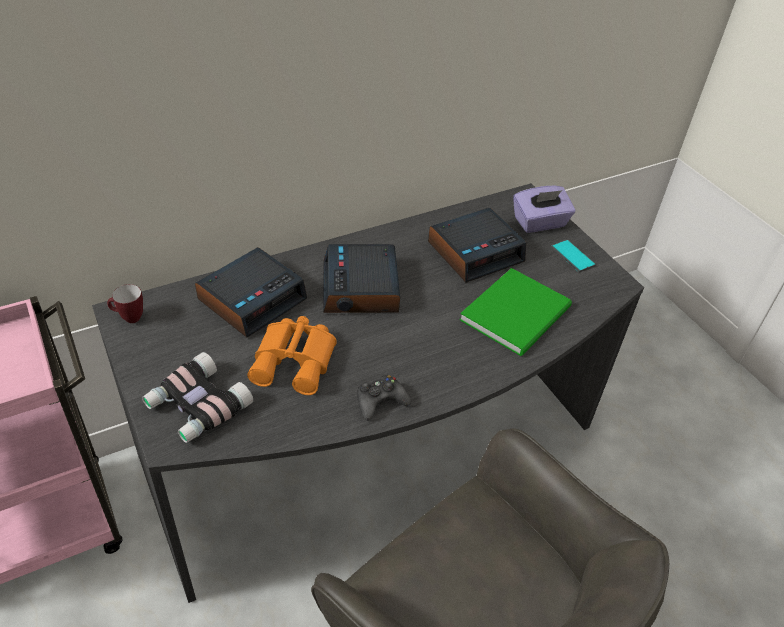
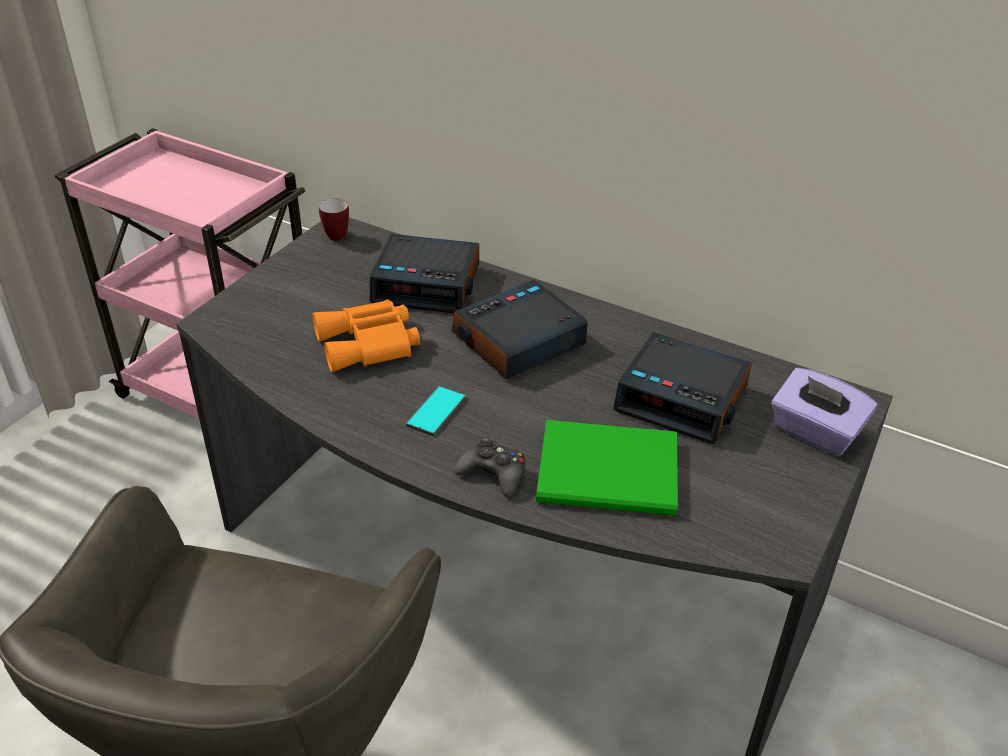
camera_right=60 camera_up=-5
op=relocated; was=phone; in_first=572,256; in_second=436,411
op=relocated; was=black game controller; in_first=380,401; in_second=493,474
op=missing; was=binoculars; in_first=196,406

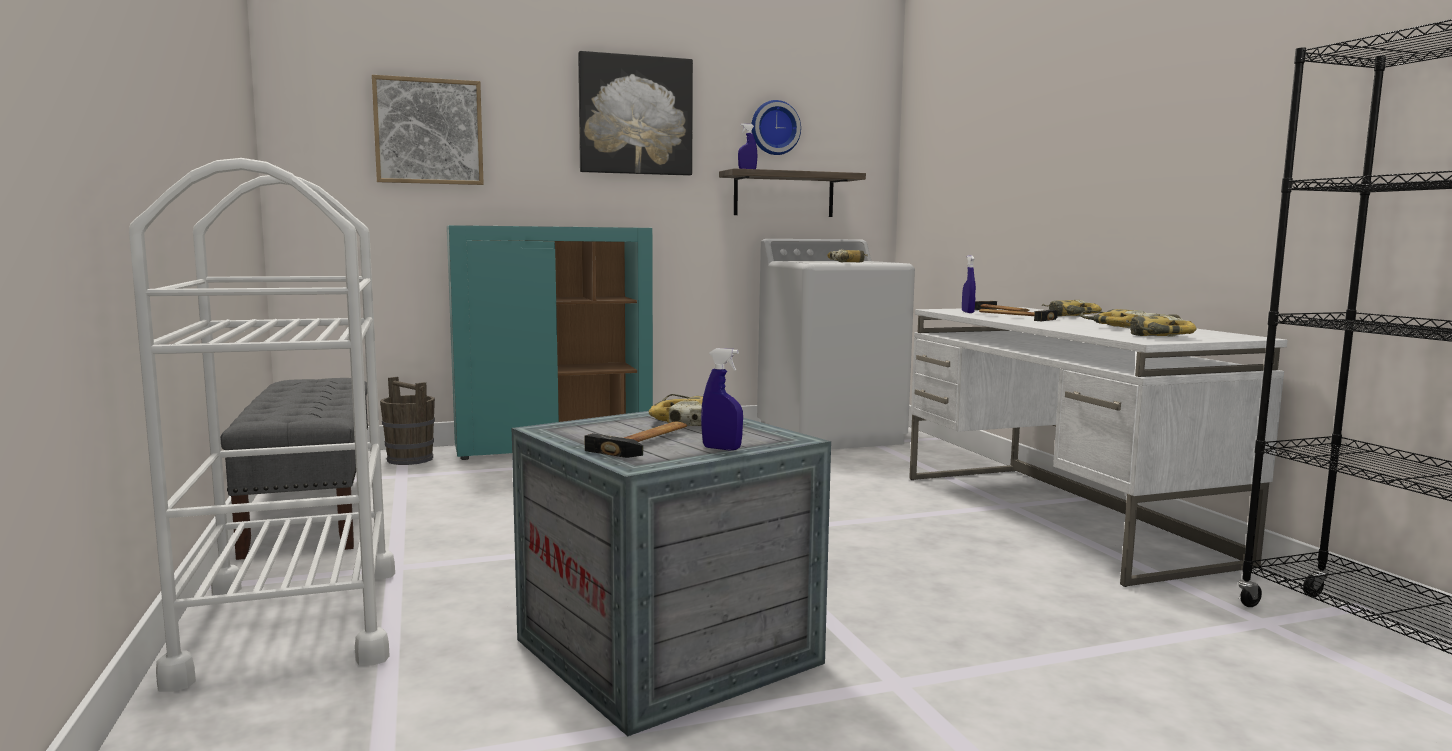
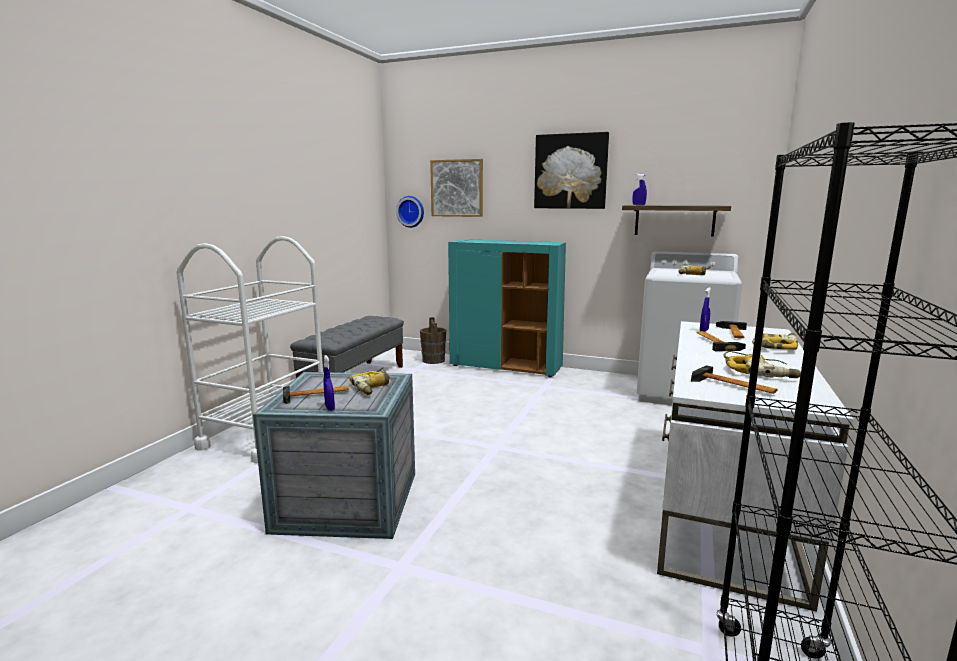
camera_right=40 camera_up=5
op=relocated; was=wall clock; in_first=774,128; in_second=411,211
op=exchanged; was=power drill; now=hammer; in_first=1154,335; in_second=733,386

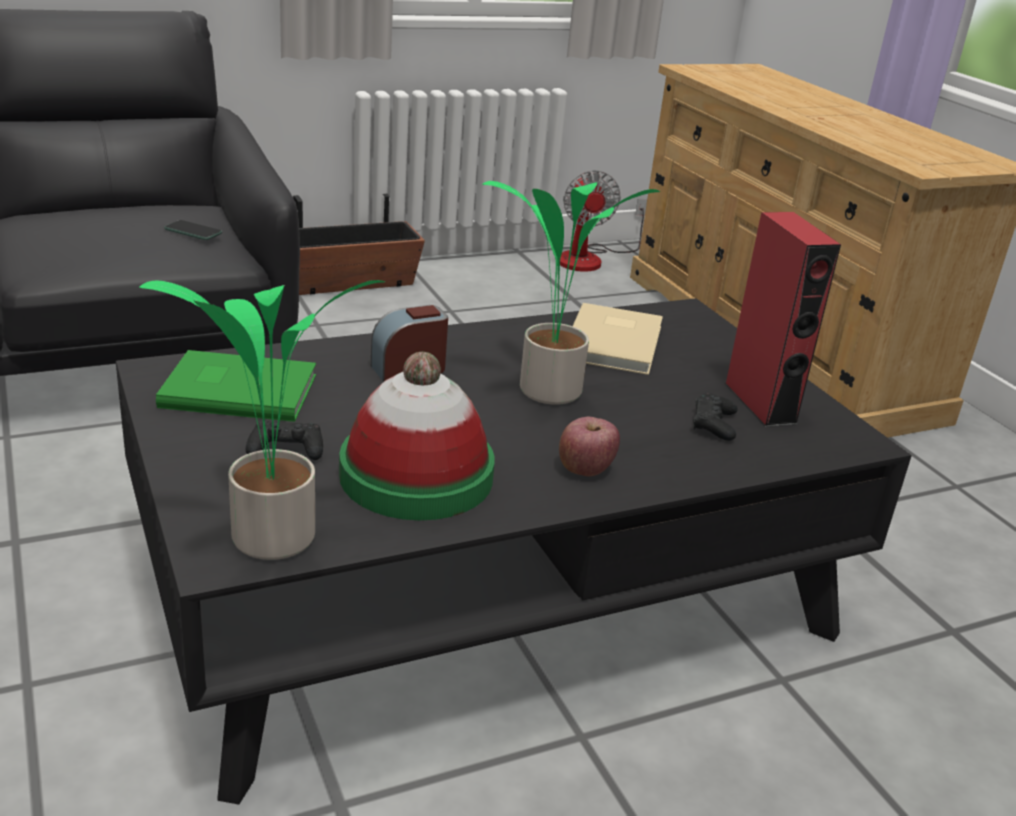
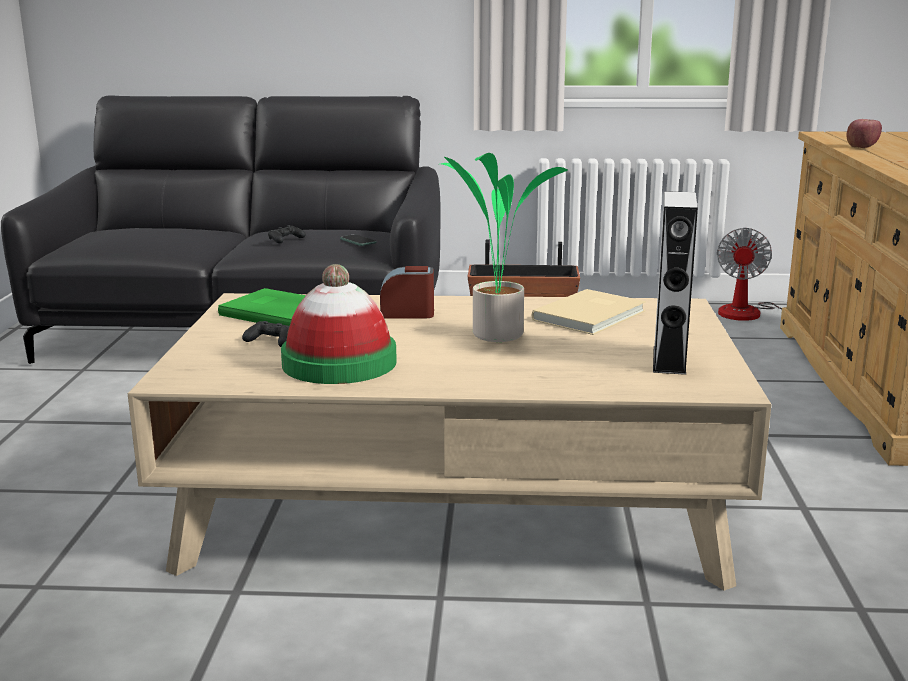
camera_right=30 camera_up=-10
op=colour; was=black coffee table; now=beige coffee table; in_first=488,588; in_second=452,501
op=relocated; was=black game controller; in_first=713,424; in_second=285,239
op=colour; was=red speaker; now=grey speaker; in_first=760,403; in_second=669,359
op=relocated; was=apple; in_first=585,469; in_second=861,147
op=missing; was=potted plant; in_first=268,541

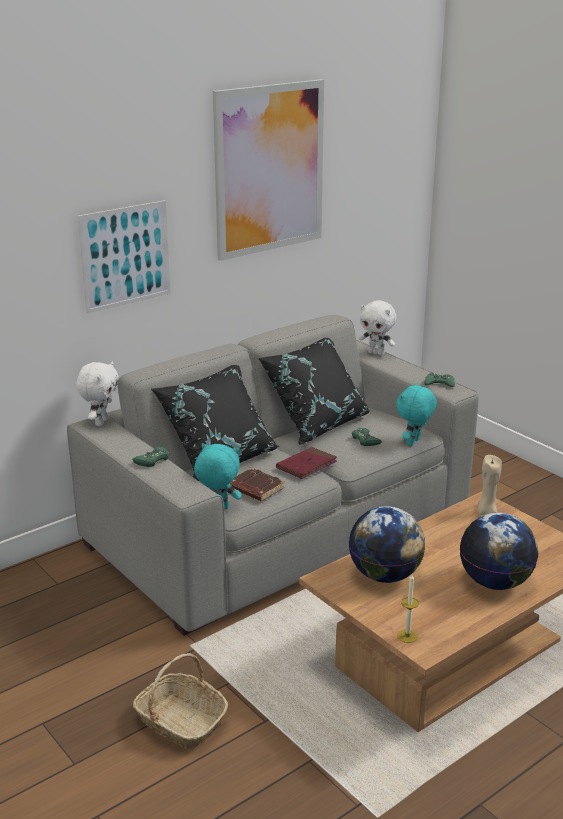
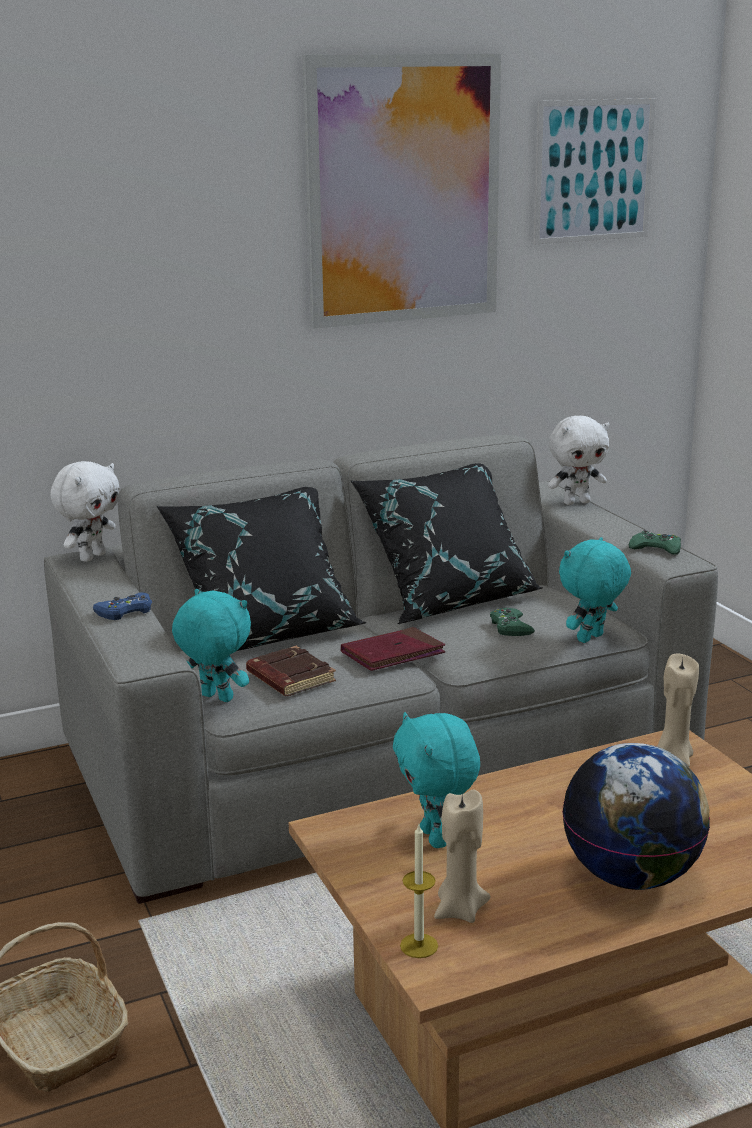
camera_right=15 camera_up=-5
op=colour; was=green game controller; now=blue game controller; in_first=152,460; in_second=125,611
op=exchanged; was=globe; now=turquoise plush toy; in_first=385,575; in_second=436,838
op=appeared; now=beige candle; in_second=459,910
op=relocated; was=picture; in_first=125,256; in_second=594,171
op=spun; was=white plush toy; in_first=376,353; in_second=576,502; clockwise=-60

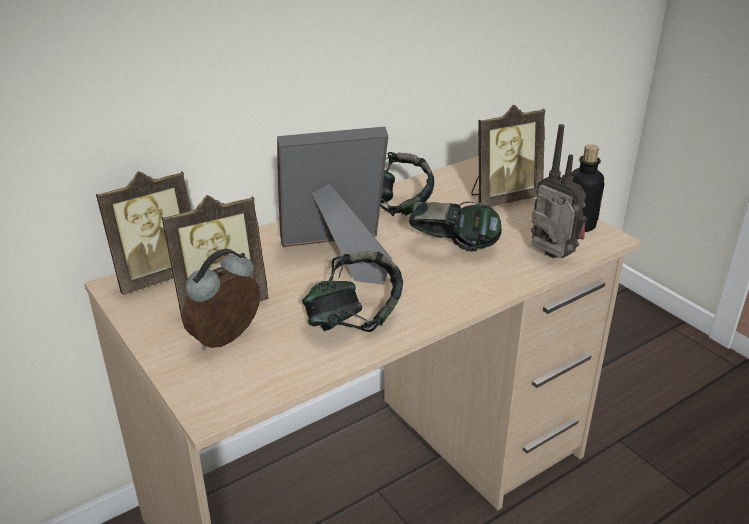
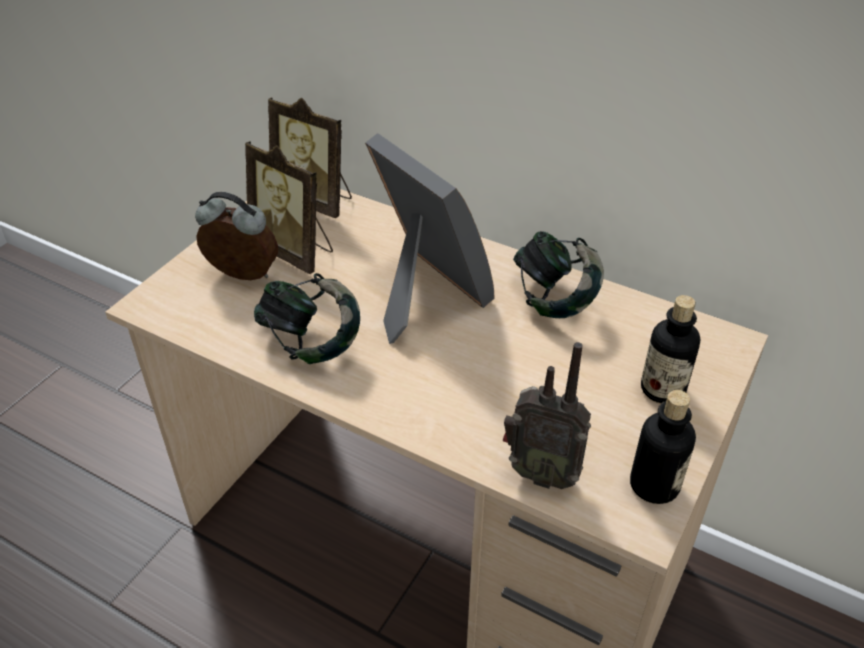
camera_right=65 camera_up=10
op=spun; was=radio; in_first=550,258; in_second=541,472; clockwise=90
op=exchanged; was=picture frame; now=bottle; in_first=502,198; in_second=662,389
op=missing; was=headphones; in_first=453,249

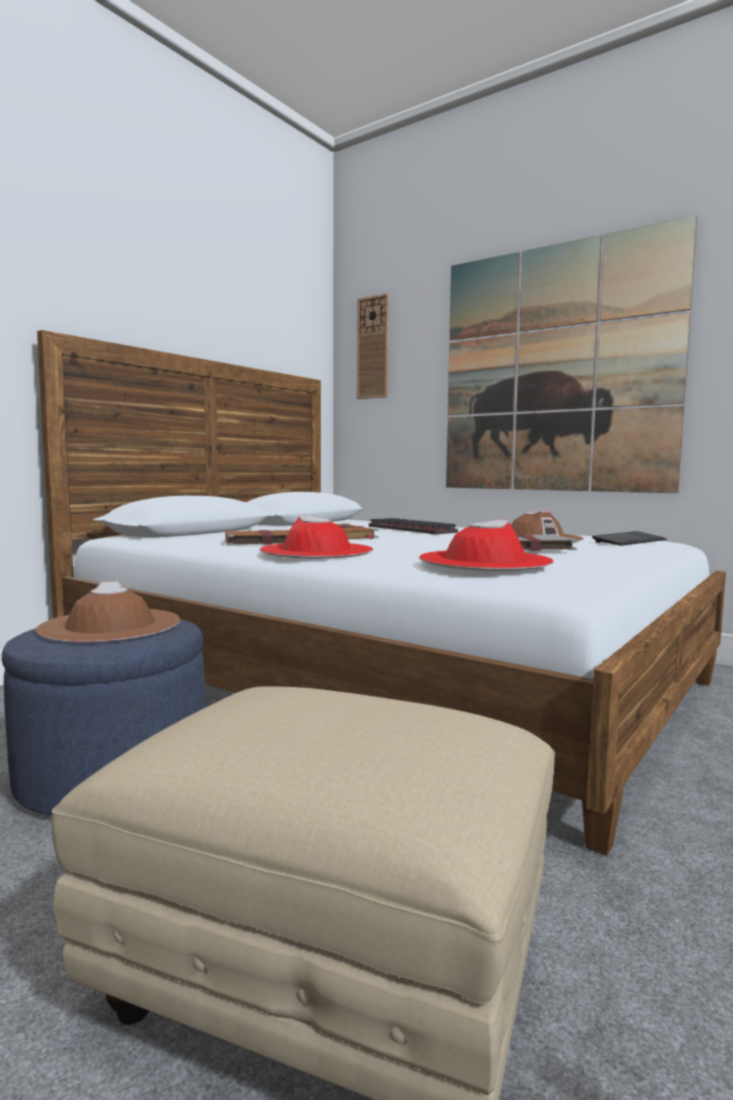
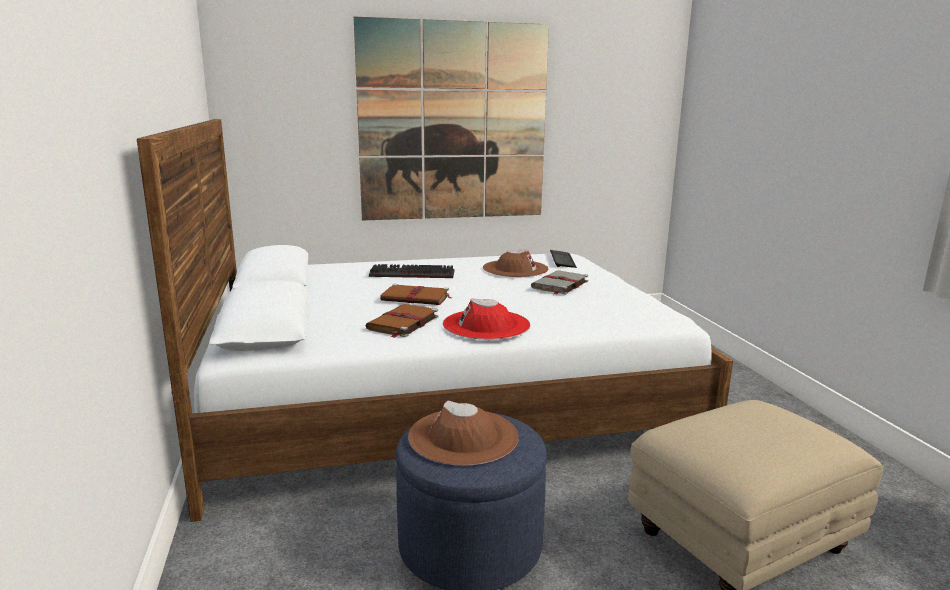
camera_right=-50 camera_up=10
op=missing; was=wall clock; in_first=373,348
op=missing; was=red hat; in_first=484,561

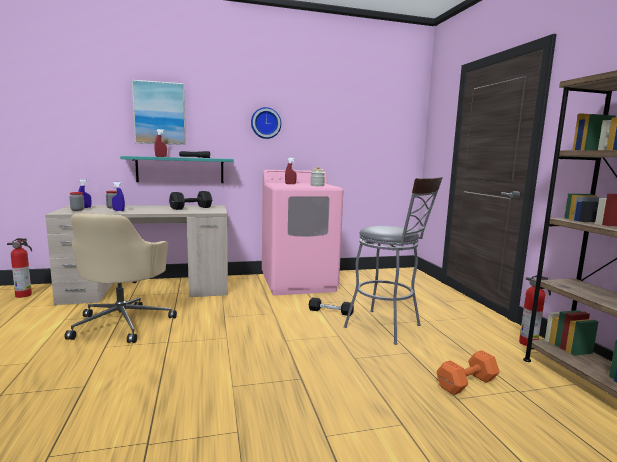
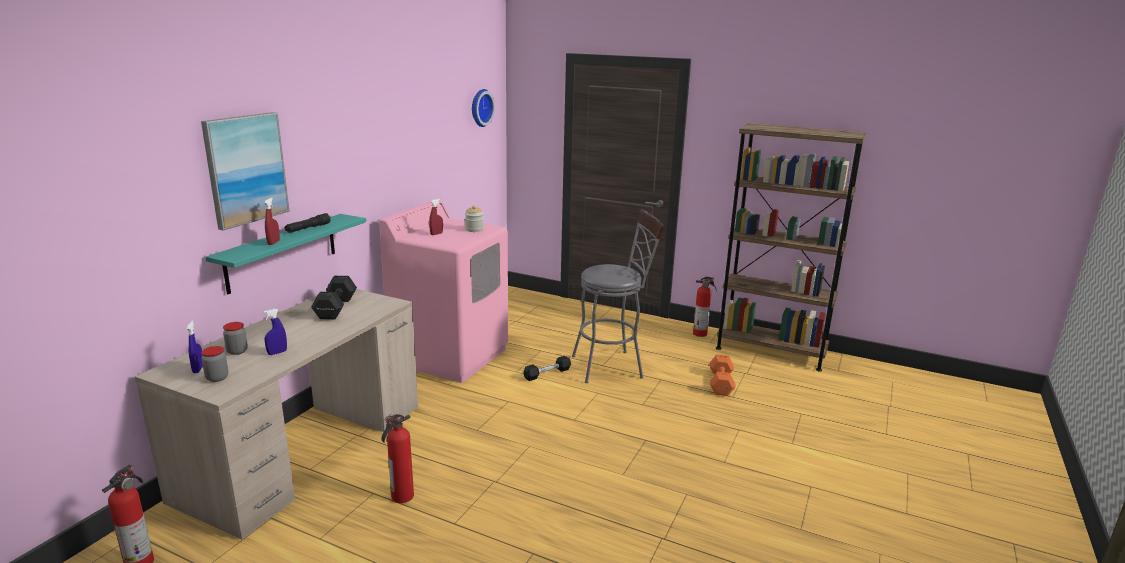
camera_right=-50 camera_up=10
op=exchanged; was=beige office chair; now=fire extinguisher; in_first=123,323; in_second=401,497
op=relocated; was=wall clock; in_first=265,123; in_second=480,107

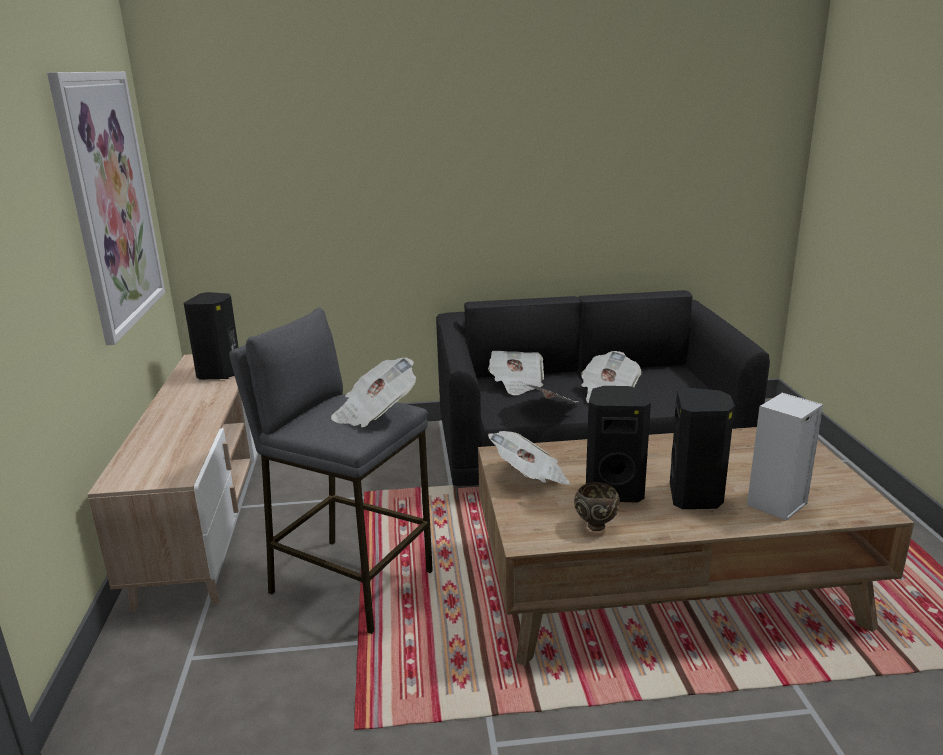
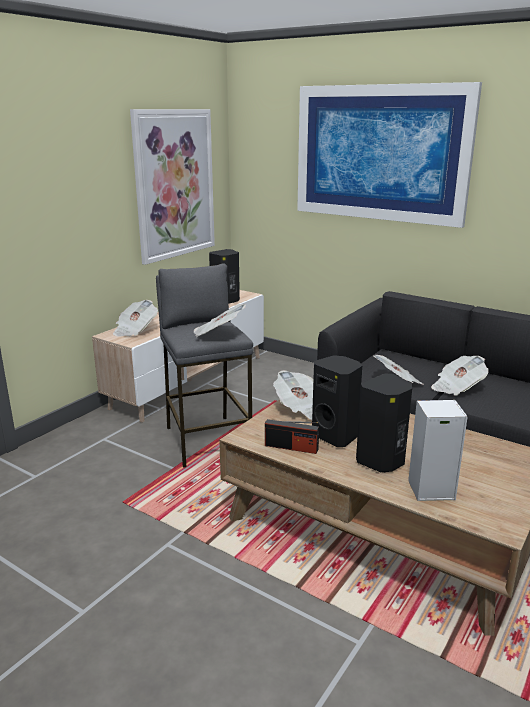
camera_right=40 camera_up=0
op=relocated; was=newspaper; in_first=516,383; in_second=135,330
op=exchanged; was=brown bowl; now=radio; in_first=595,525; in_second=291,447
op=appeared; now=picture; in_second=380,153

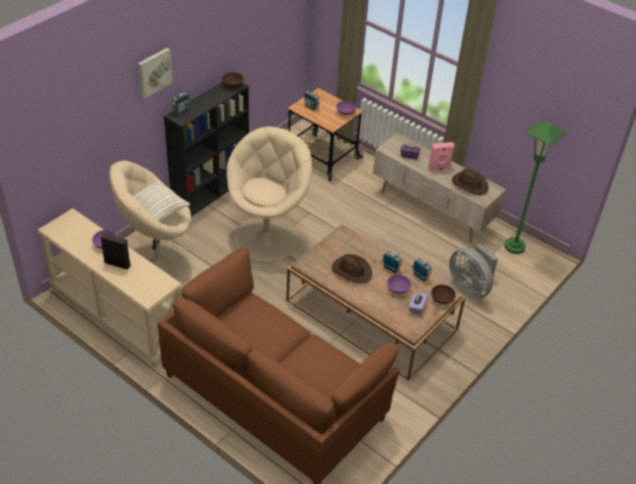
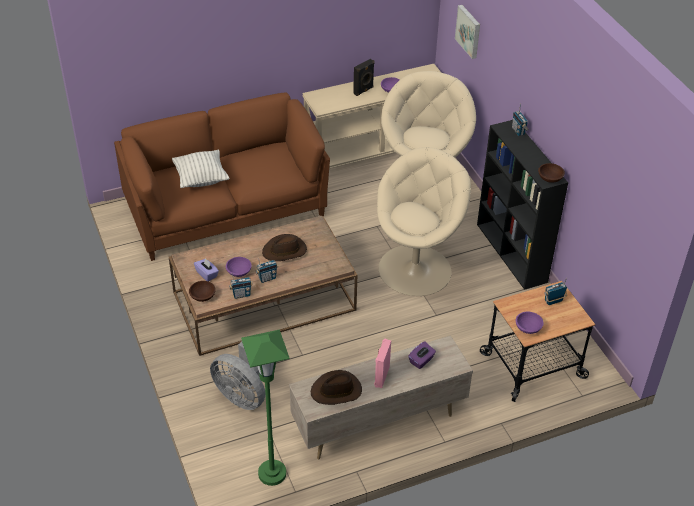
camera_right=120 camera_up=0
op=relocated; was=pillow; in_first=157,212; in_second=201,179
op=spun; was=grey fan; in_first=470,287; in_second=243,395; clockwise=-135
op=spun; was=beige armchair; in_first=267,238; in_second=416,269; clockwise=-105
op=relocated; was=picture; in_first=153,72; in_second=469,31

